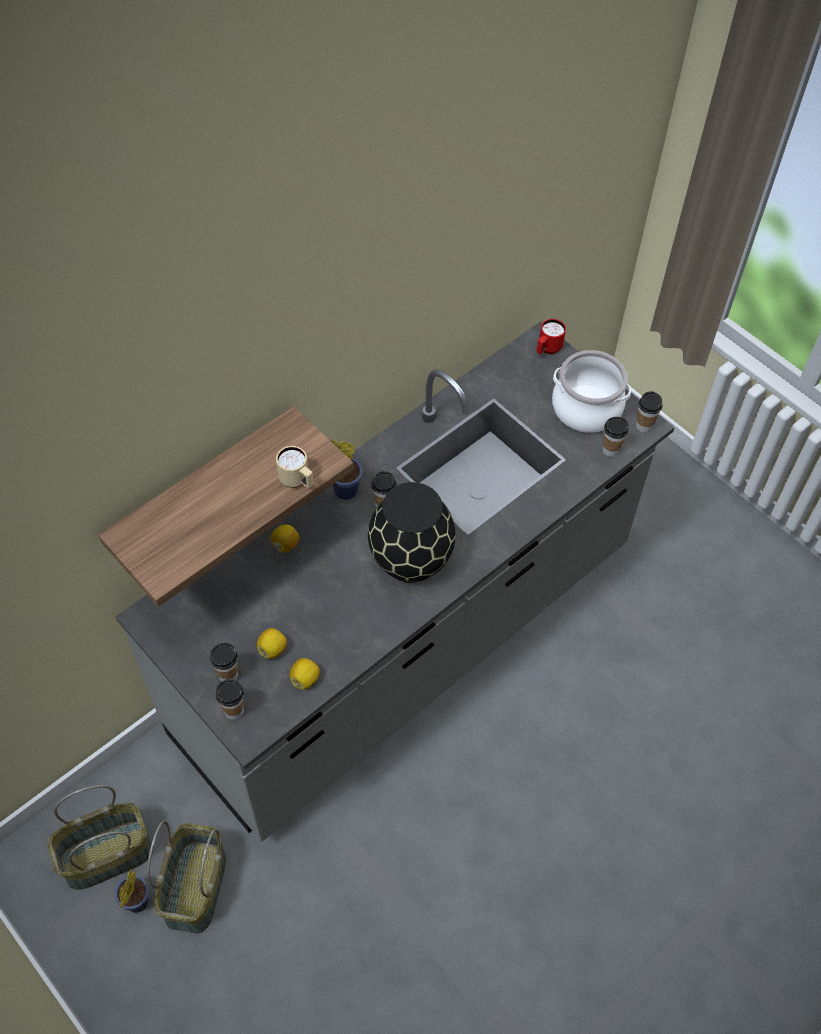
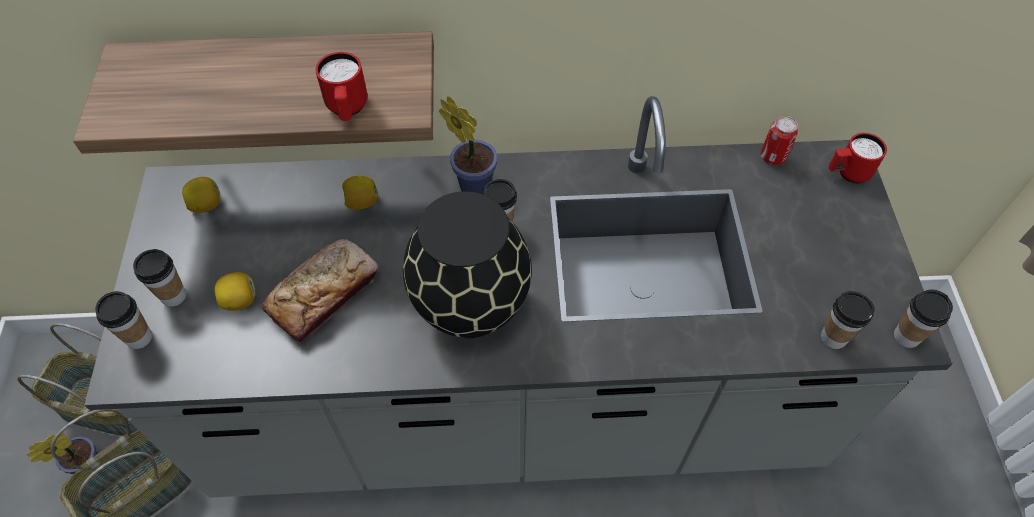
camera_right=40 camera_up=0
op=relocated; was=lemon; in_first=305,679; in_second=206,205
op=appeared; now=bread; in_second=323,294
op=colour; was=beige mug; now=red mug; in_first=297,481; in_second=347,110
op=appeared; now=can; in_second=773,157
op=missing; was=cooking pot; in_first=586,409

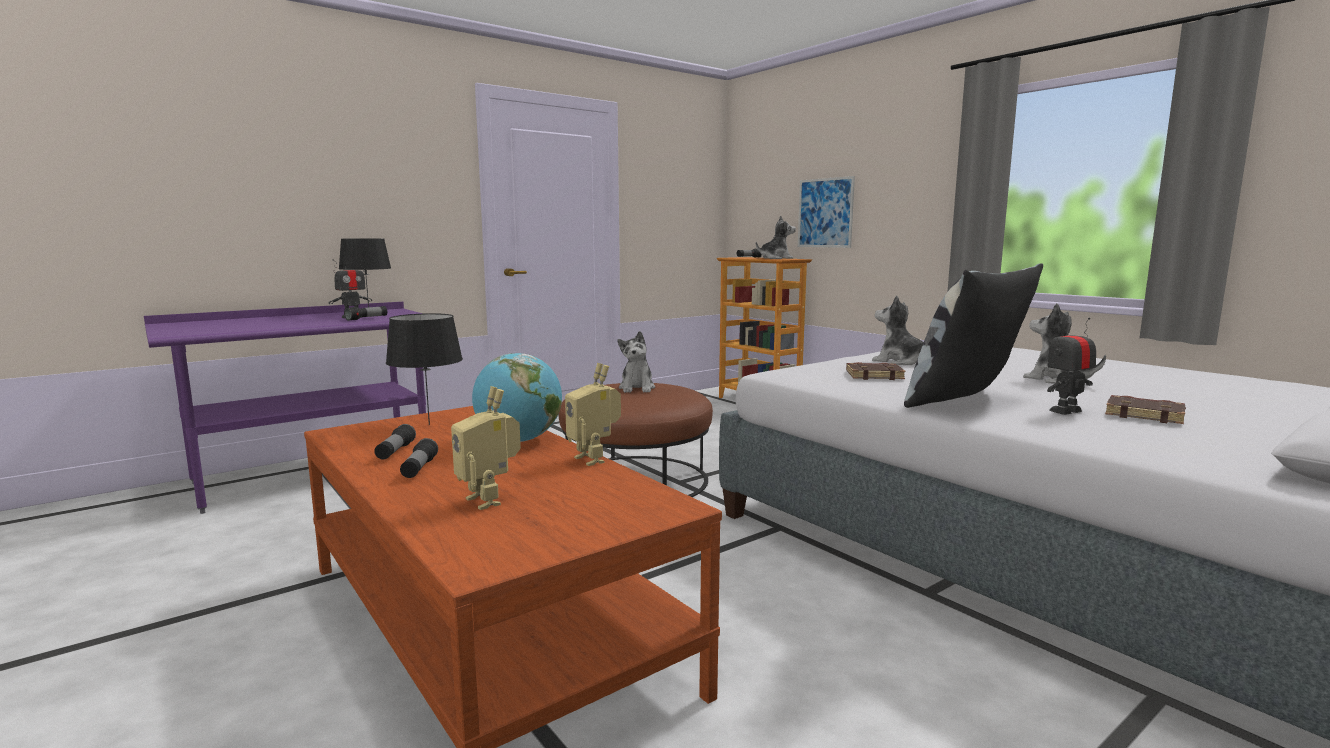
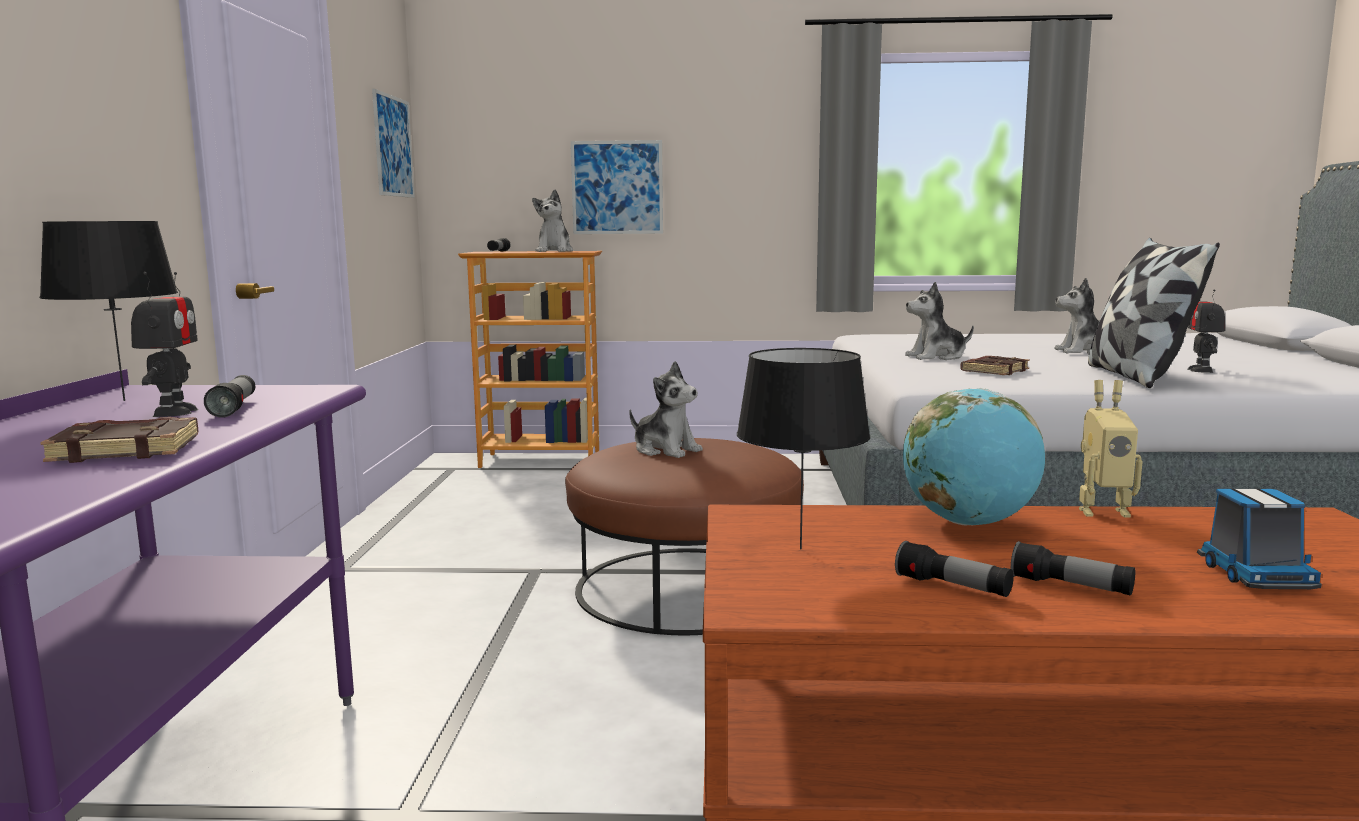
camera_right=-50 camera_up=0
op=relocated; was=brown book; in_first=1145,415; in_second=128,449
op=appeared; now=picture; in_second=393,146
op=spun; was=plush toy; in_first=776,258; in_second=554,251; clockwise=150
op=exchanged; was=toy robot; now=toy truck; in_first=490,500; in_second=1254,575

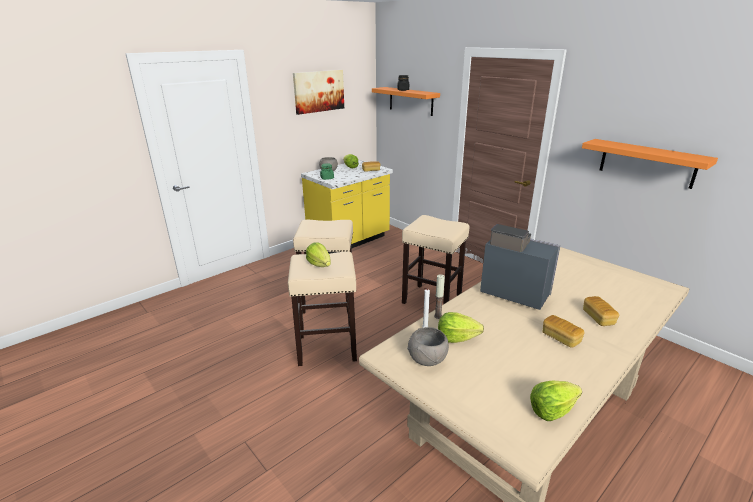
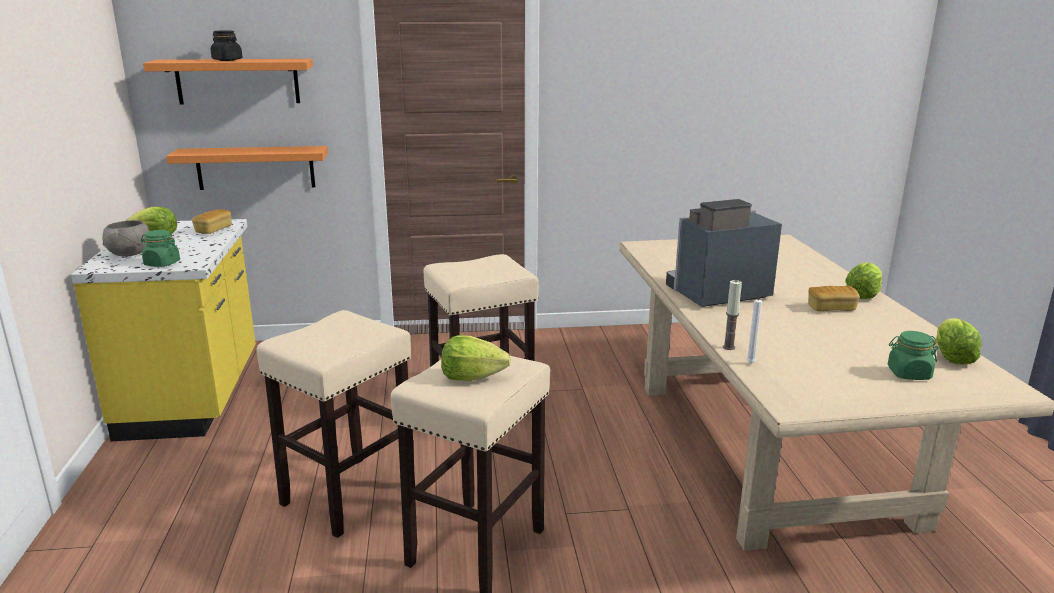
camera_right=-55 camera_up=-5
op=relocated; was=orange shelf; in_first=647,163; in_second=255,167
op=relocated; was=lettuce; in_first=456,338; in_second=863,294
op=appeared; now=green jar; in_second=908,374
op=missing; was=picture; in_first=318,91
op=missing; was=grey bowl; in_first=427,359
op=missing; was=bread; in_first=598,318

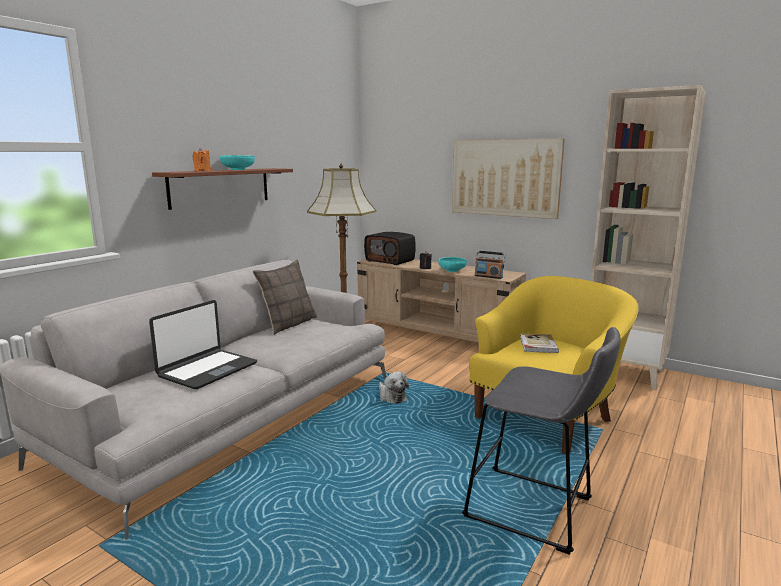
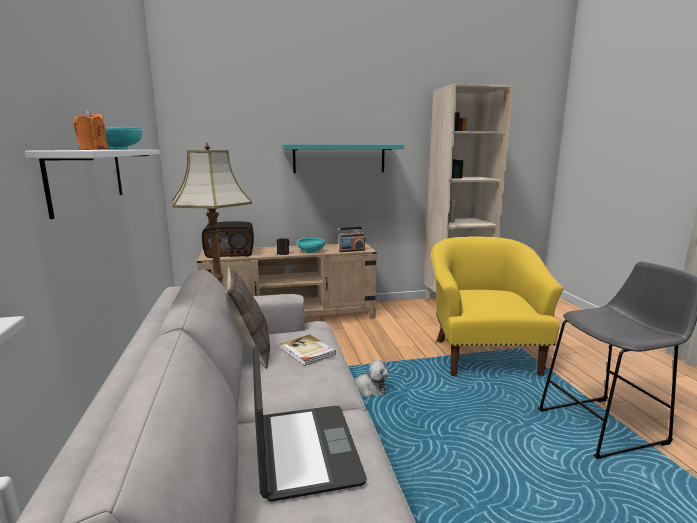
camera_right=-45 camera_up=0
op=colour; was=brown shelf; now=white shelf; in_first=220,187; in_second=88,177
op=relocated; was=book; in_first=537,345; in_second=307,352
op=exchanged; was=picture; now=turquoise shelf; in_first=505,177; in_second=339,158

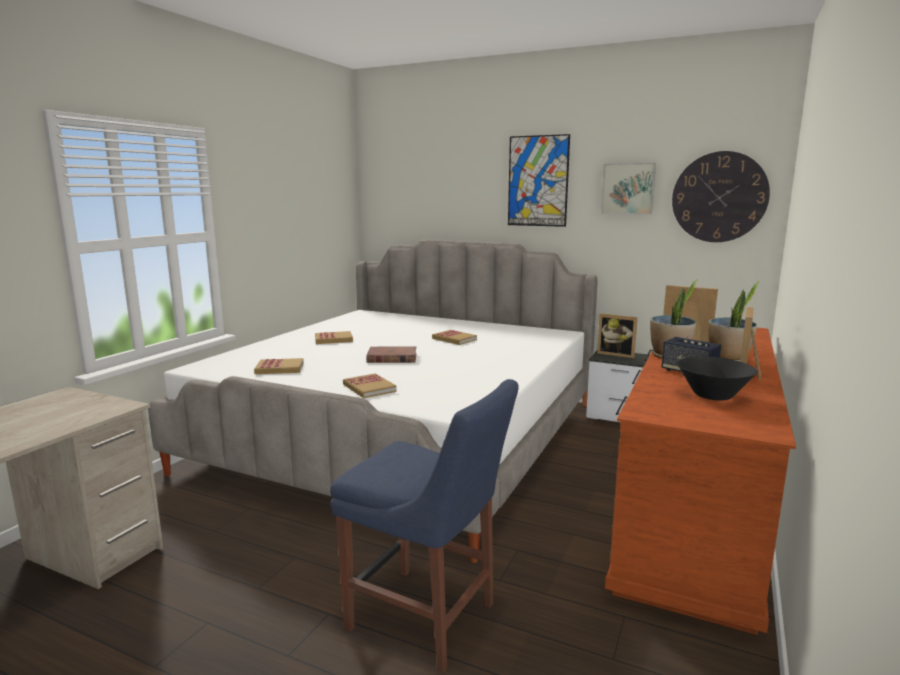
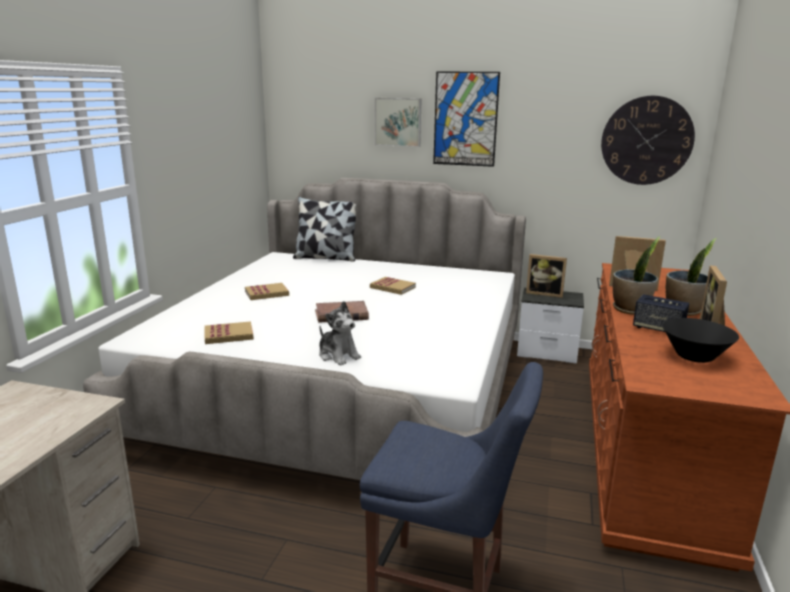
camera_right=-10 camera_up=5
op=appeared; now=pillow; in_second=325,258
op=exchanged; was=book; now=plush toy; in_first=369,388; in_second=338,355
op=relocated; was=picture; in_first=628,188; in_second=398,122

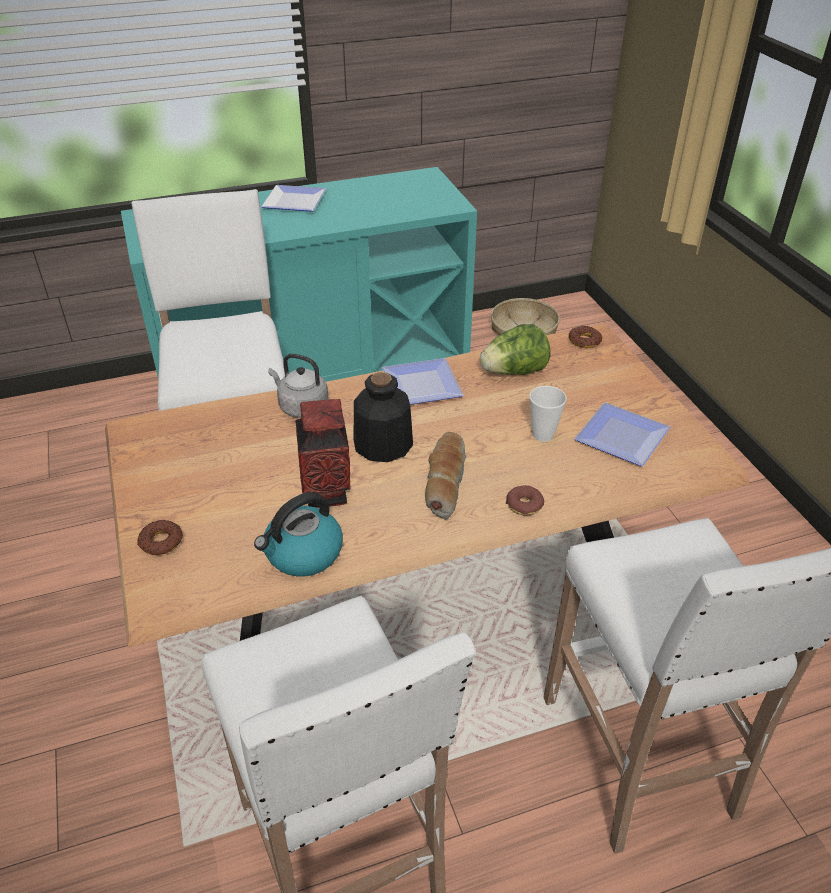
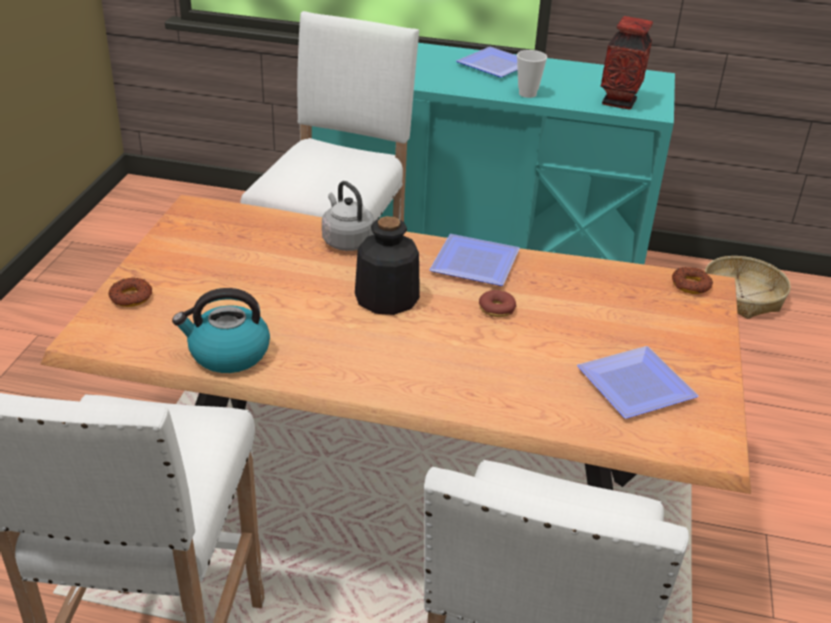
camera_right=30 camera_up=-5
op=relocated; was=donut; in_first=524,505; in_second=496,309
op=relocated; was=cup; in_first=543,434; in_second=527,94
op=relocated; was=vase; in_first=326,494; in_second=619,102
op=missing; was=bread; in_first=444,481
op=missing; was=lettuce; in_first=514,372

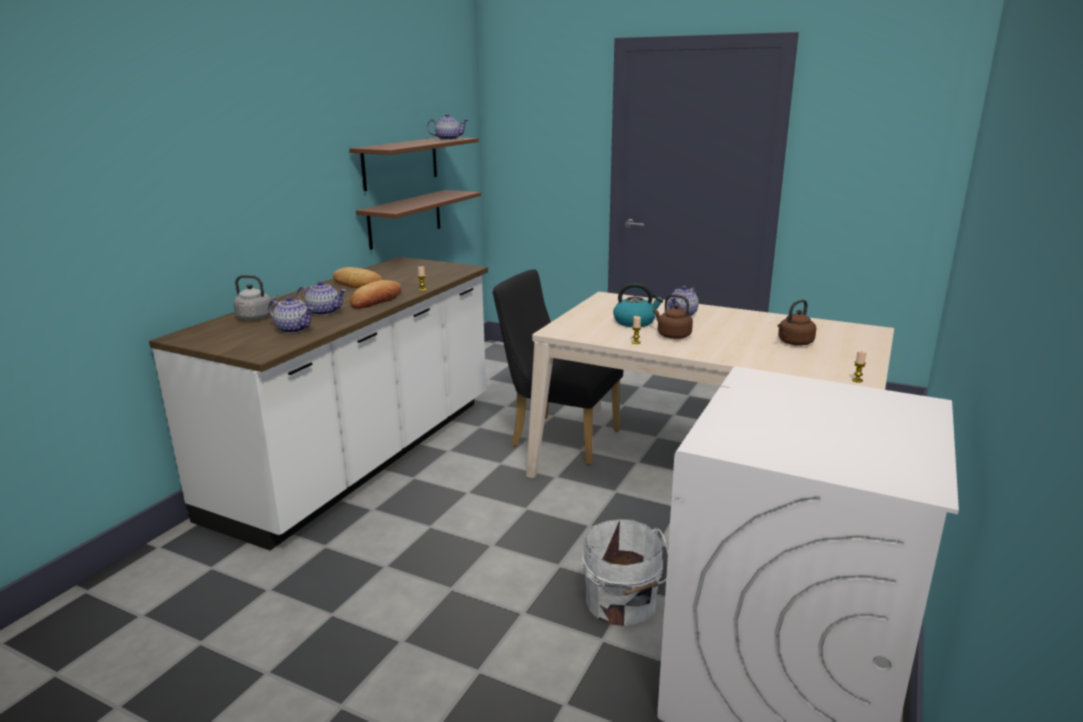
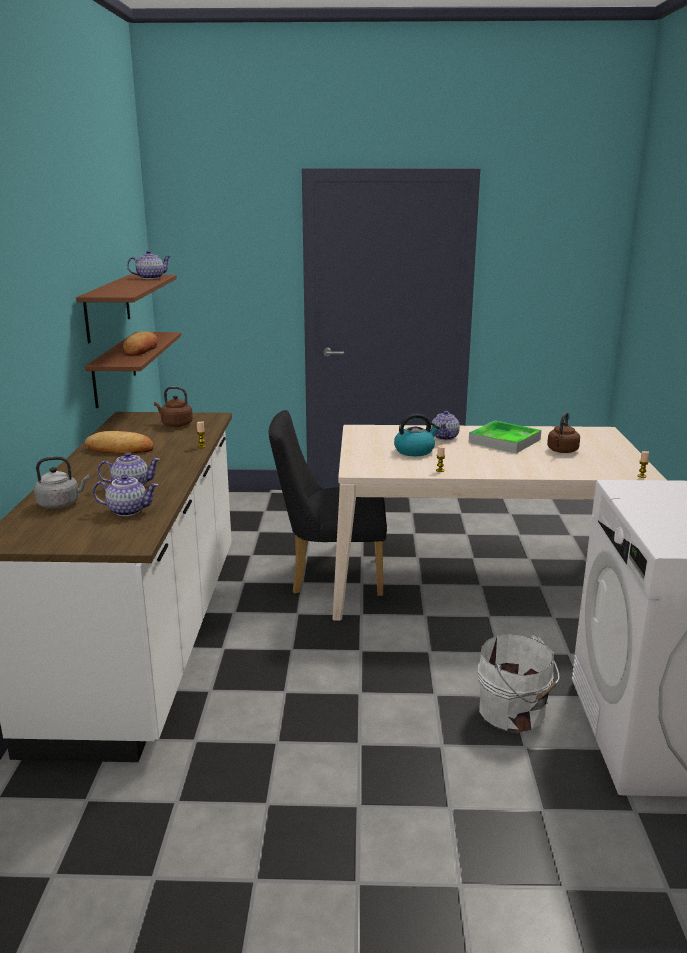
camera_right=-25 camera_up=0
op=relocated; was=bread; in_first=376,300; in_second=141,349
op=relocated; was=brown kettle; in_first=672,335; in_second=175,424
op=appeared; now=tray; in_second=504,441

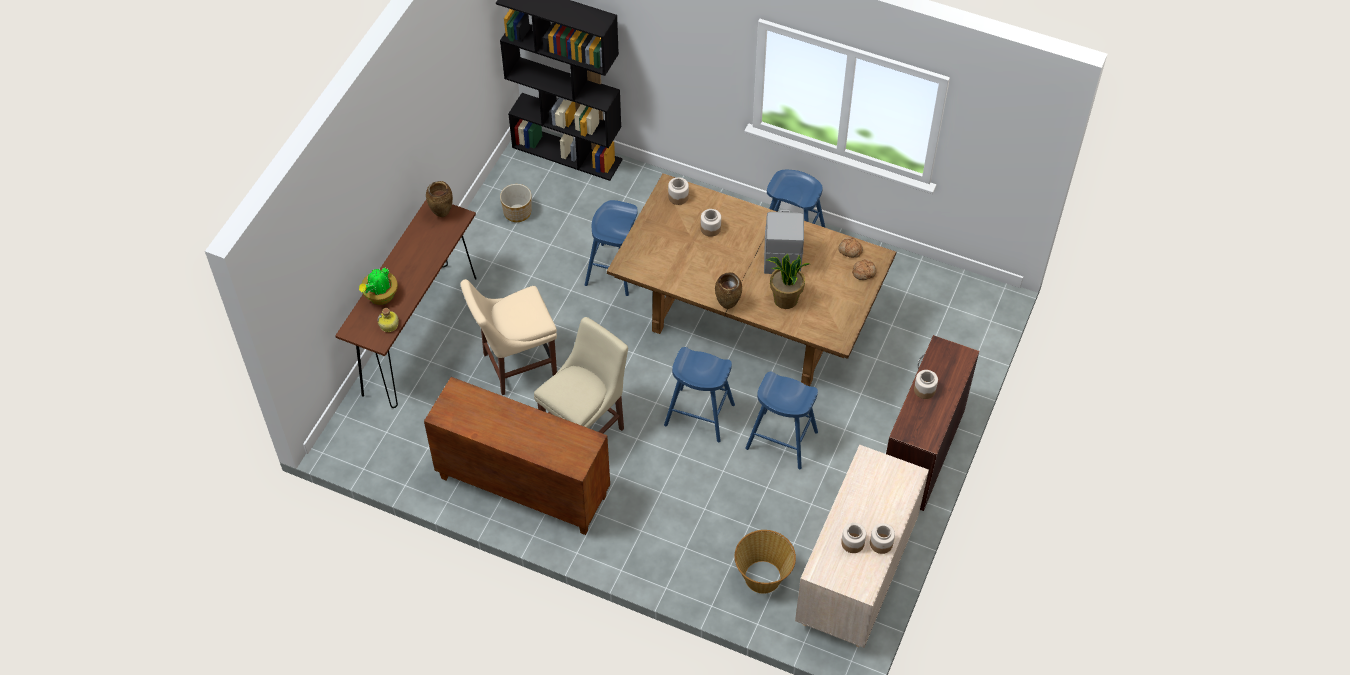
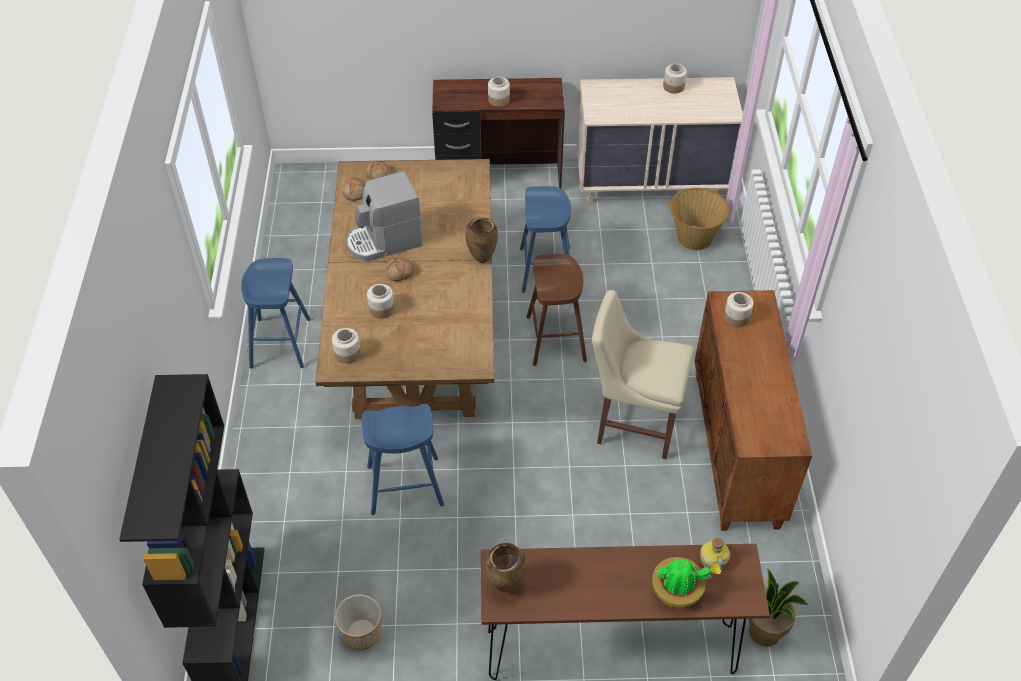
camera_right=-115 camera_up=-5
op=appeared; now=bread; in_second=400,273
op=colour; was=blue stool; now=brown stool; in_first=699,415; in_second=556,338
op=relocated; was=jar; in_first=852,543; in_second=736,317
op=relocated; was=potted plant; in_first=785,300; in_second=765,632
op=missing; was=beige chair; in_first=515,365

